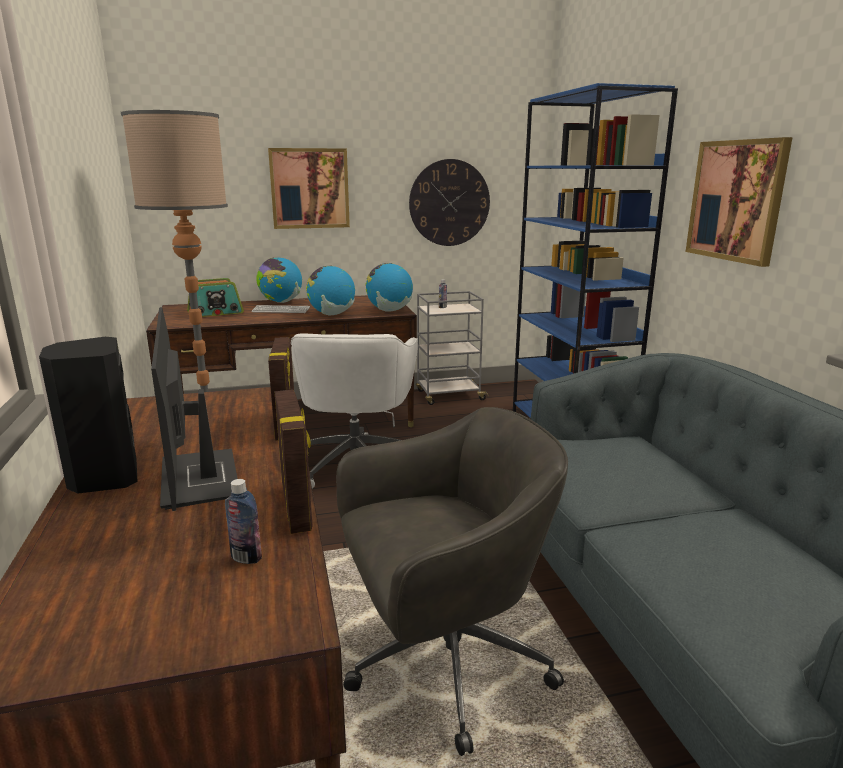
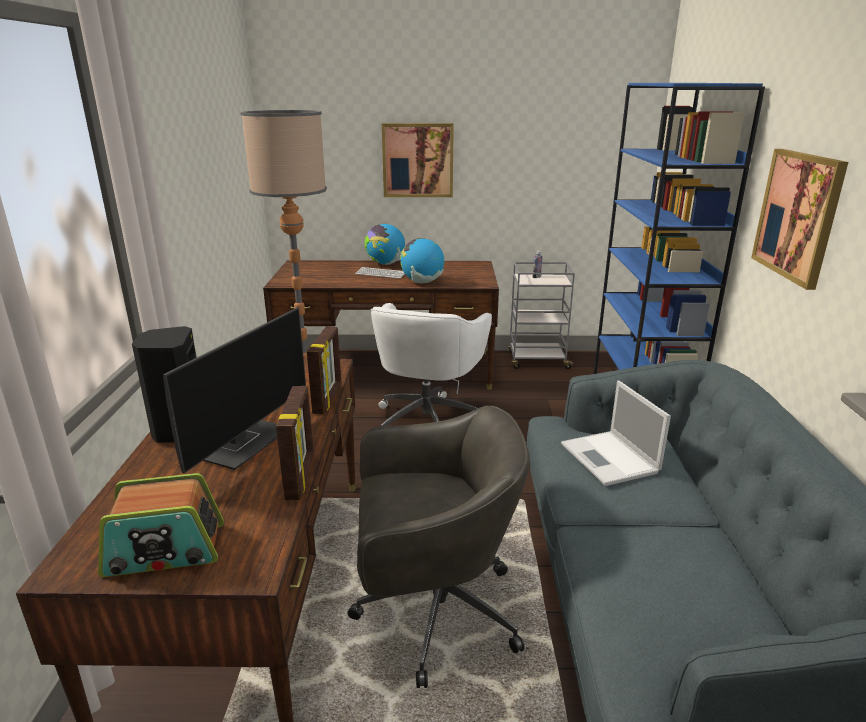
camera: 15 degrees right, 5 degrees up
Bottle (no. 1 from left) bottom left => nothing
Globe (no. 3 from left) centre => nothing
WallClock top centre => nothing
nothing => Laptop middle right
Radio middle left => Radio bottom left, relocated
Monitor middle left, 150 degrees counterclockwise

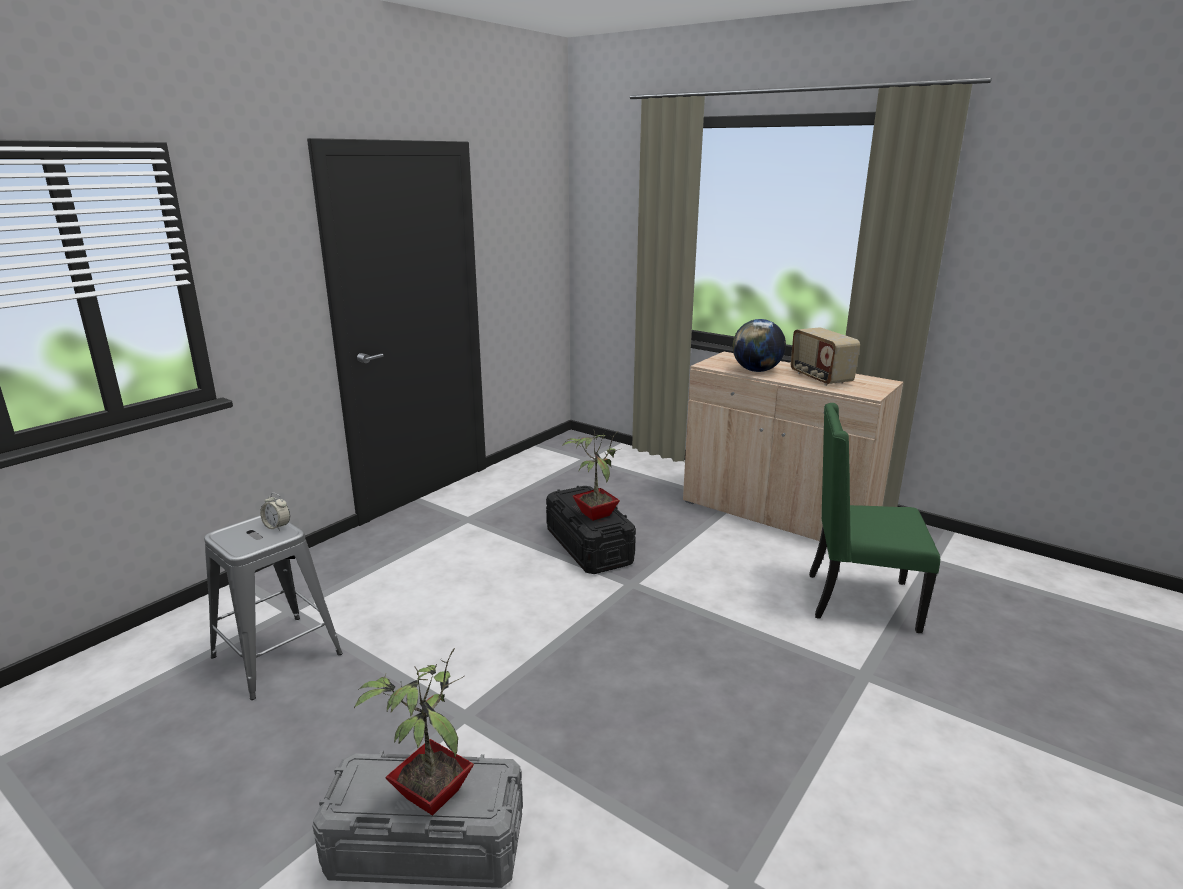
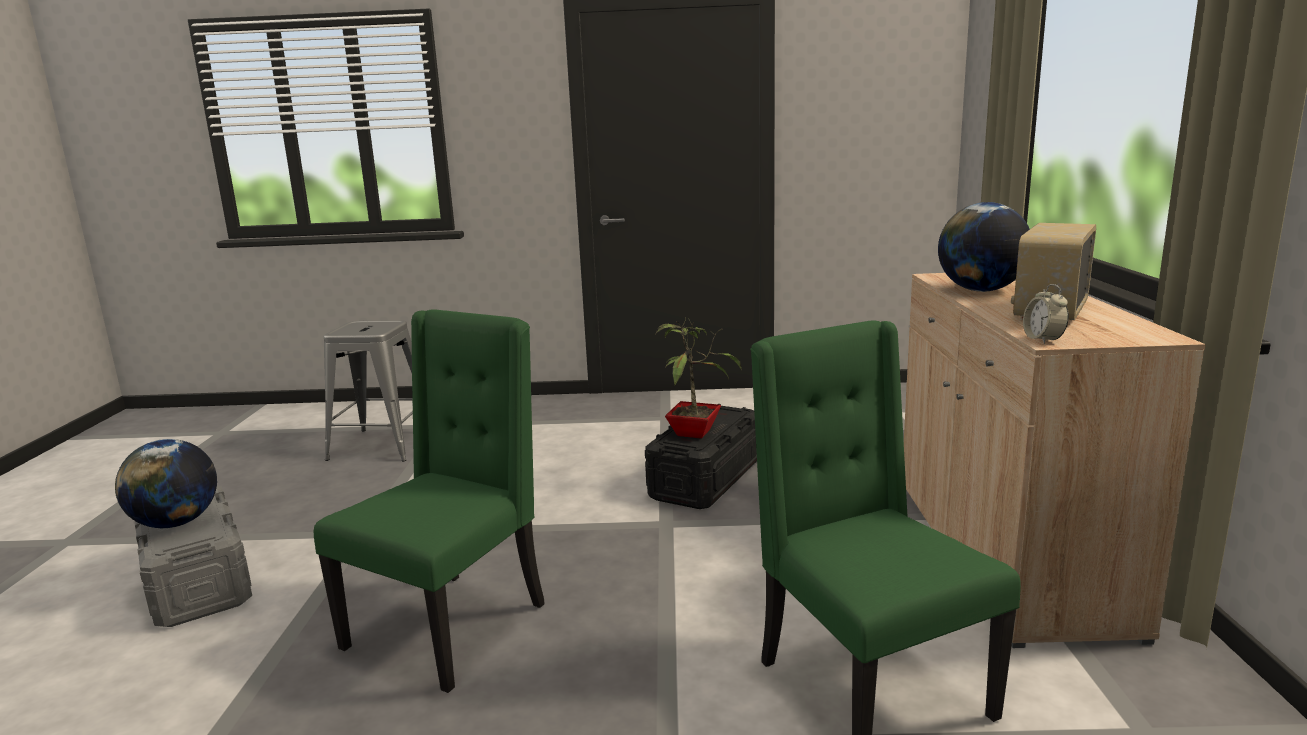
camera: 55 degrees right, 5 degrees down
nothing => GreenChair (no. 1 from left) bottom left
AlarmClock middle left => AlarmClock middle right, relocated
PottedPlant (no. 1 from left) bottom centre => Globe (no. 1 from left) middle left

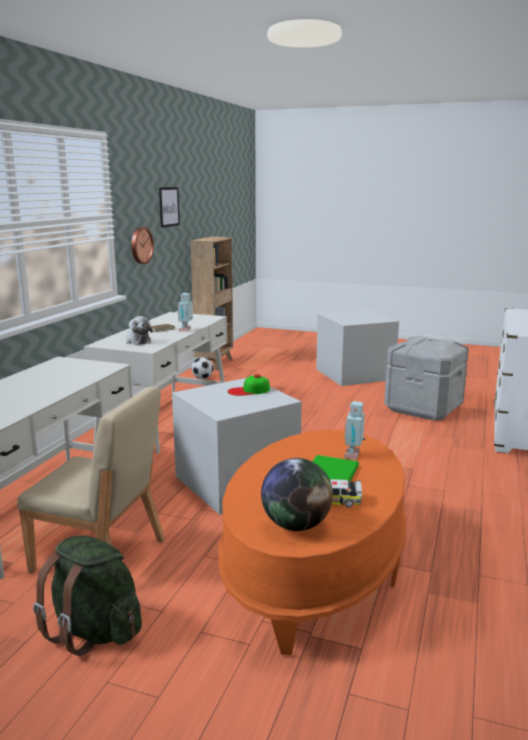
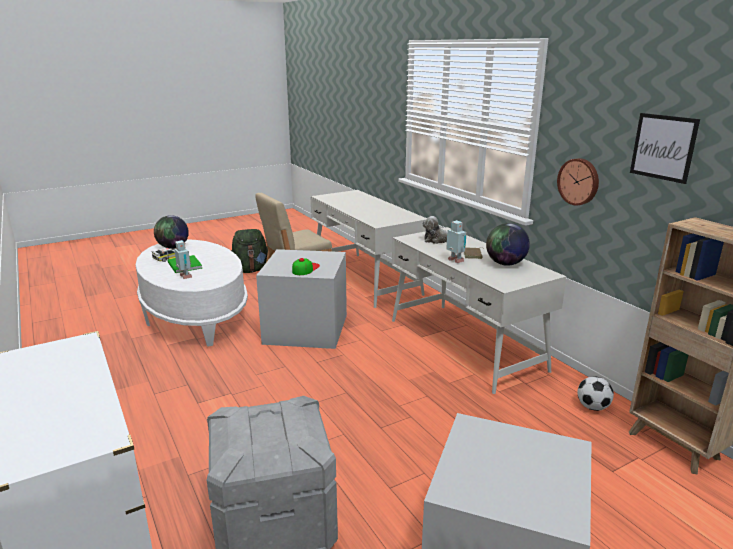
camera: 130 degrees right, 5 degrees up
nothing => Globe (no. 2 from left) middle right
OrangeCoffeeTable bottom centre => WhiteCoffeeTable middle left

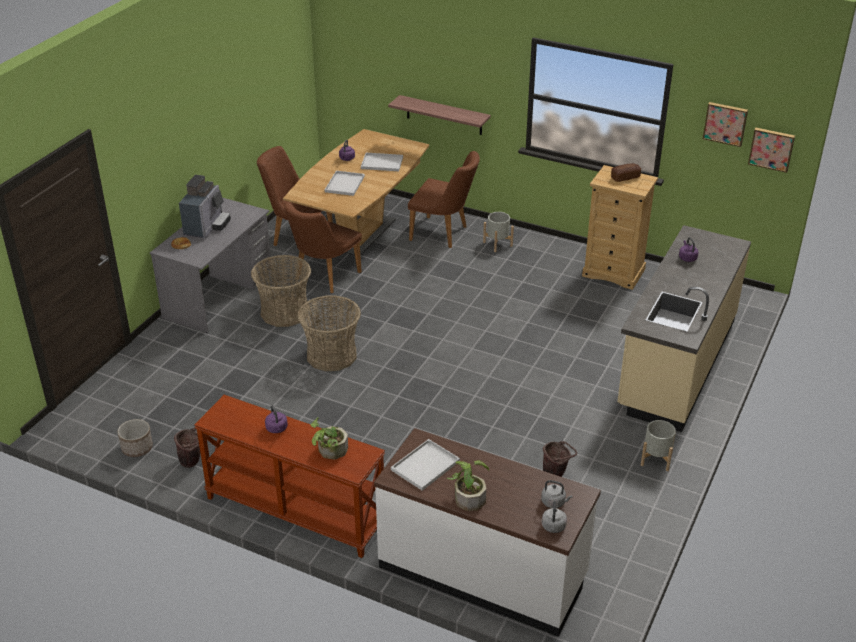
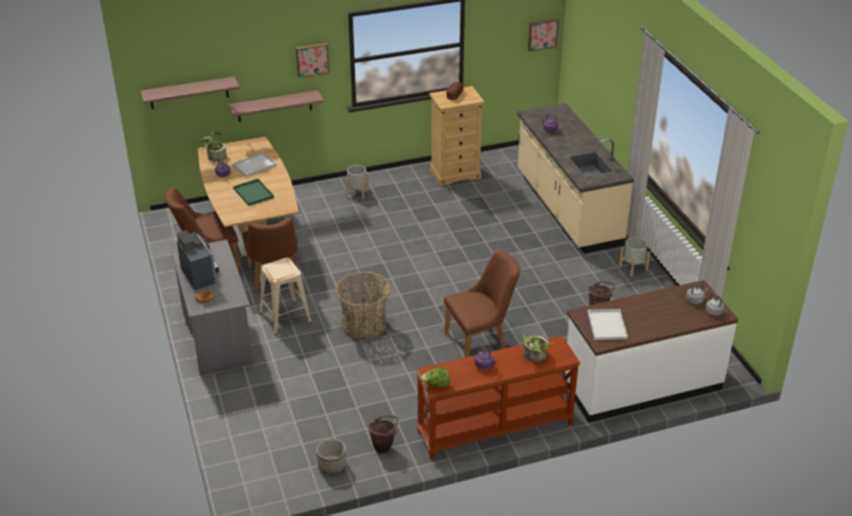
camera: 45 degrees left, 0 degrees up
nothing => Shelf (no. 1 from left) top left
nothing => Lettuce bottom centre
BrownChair (no. 3 from left) top centre => BrownChair (no. 3 from left) centre, relocated
PottedPlant (no. 2 from left in the first image) bottom centre => PottedPlant (no. 1 from left) top left, relocated
Picture (no. 1 from left) top right => Picture (no. 1 from left) top centre, relocated
Basket (no. 1 from left) middle left => BeigeStool centre
WhiteTray (no. 1 from left) top centre => GreenTray middle left

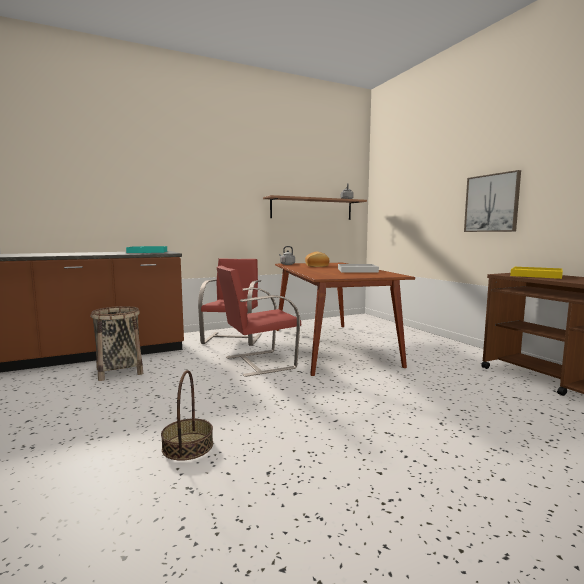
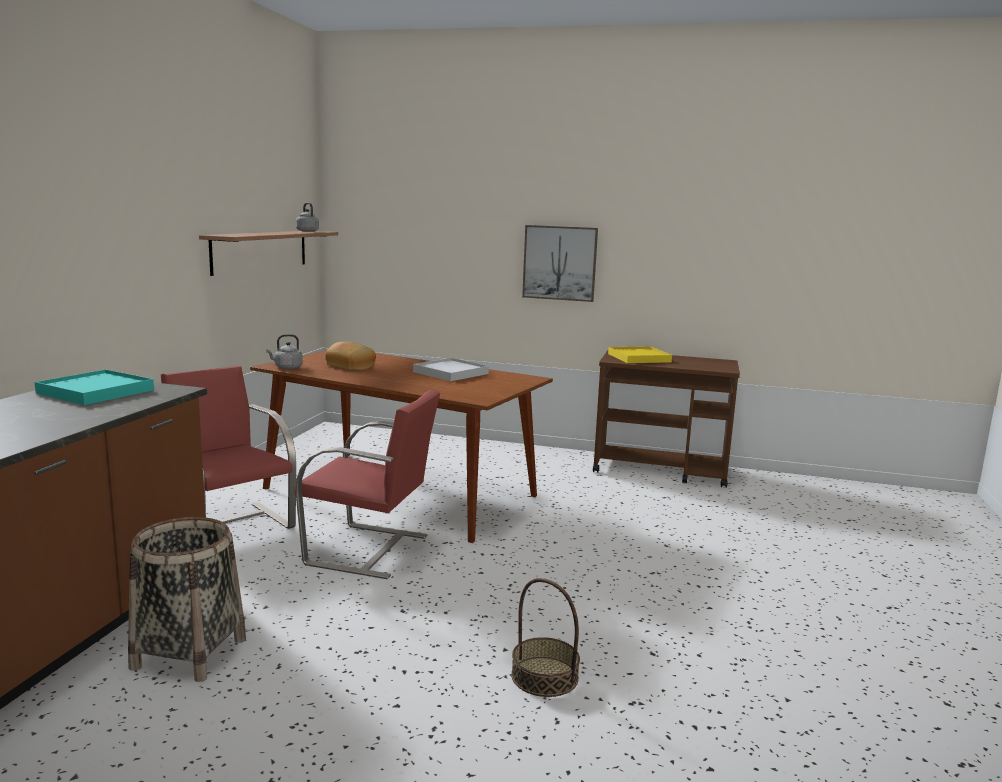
camera: 50 degrees left, 5 degrees up
RedChair (no. 2 from left) centre, 90 degrees counterclockwise

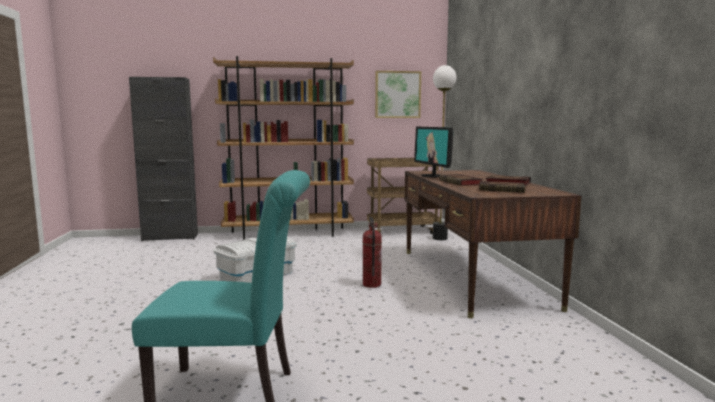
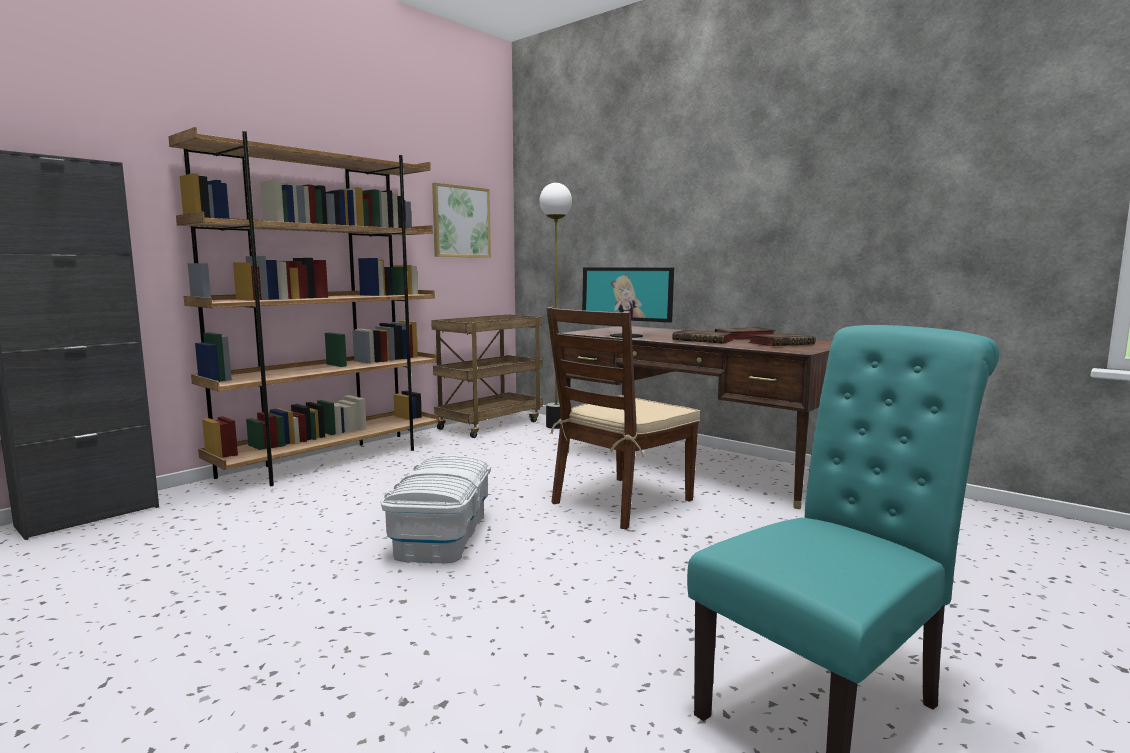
camera: 40 degrees left, 0 degrees up
FireExtinguisher centre => BrownChair centre

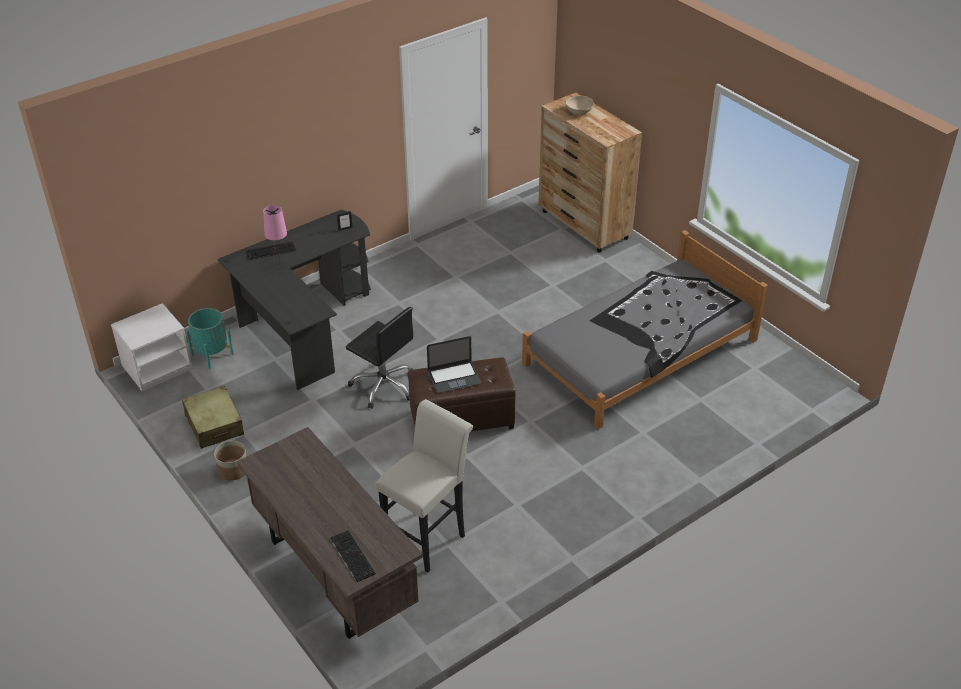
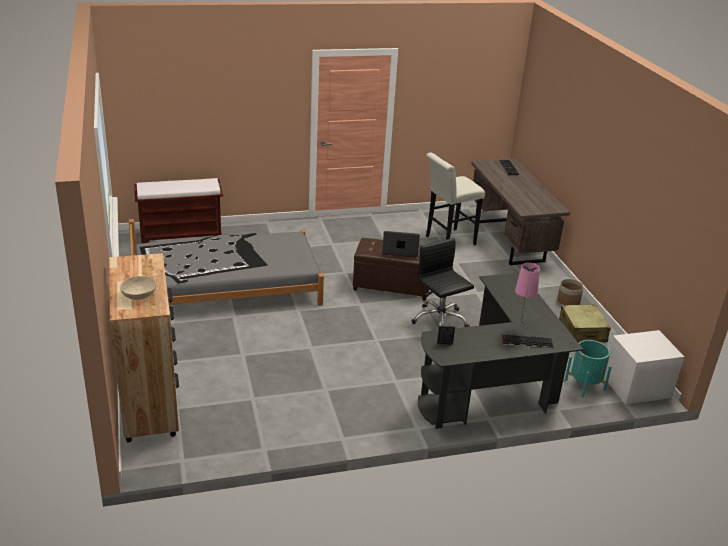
camera: 160 degrees left, 10 degrees down
nothing => BrownBench middle left

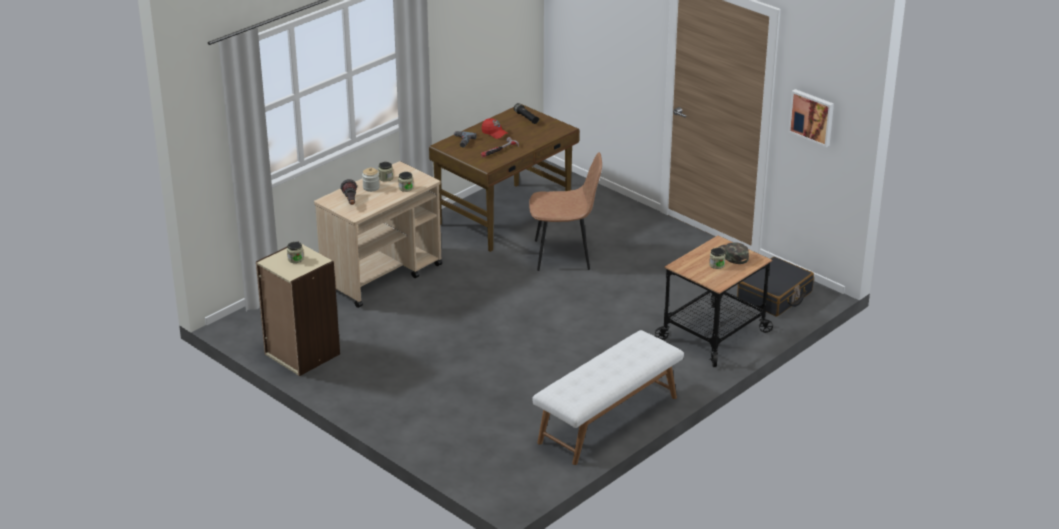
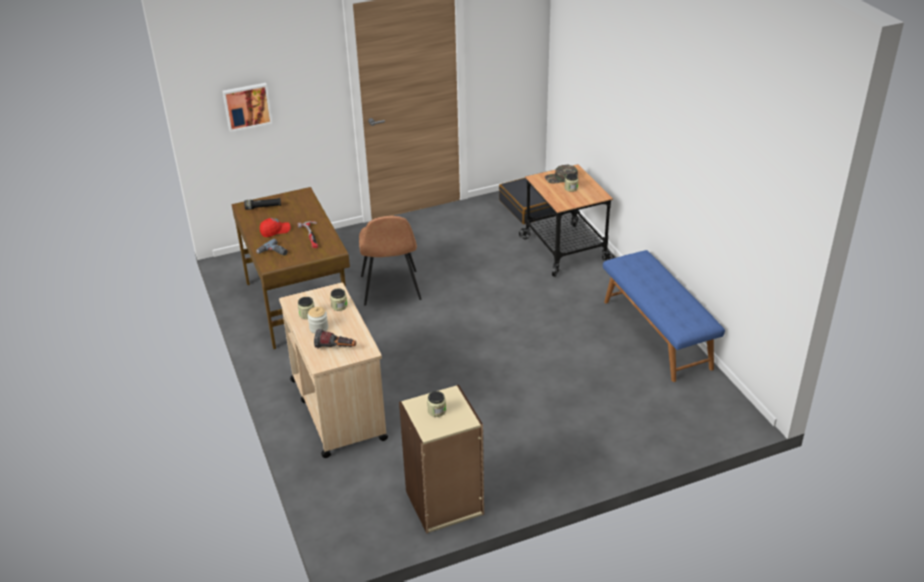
camera: 65 degrees left, 5 degrees up
Picture top right => Picture top left, relocated
WhiteBench bottom centre => BlueBench middle right
BrownChair centre, 150 degrees clockwise

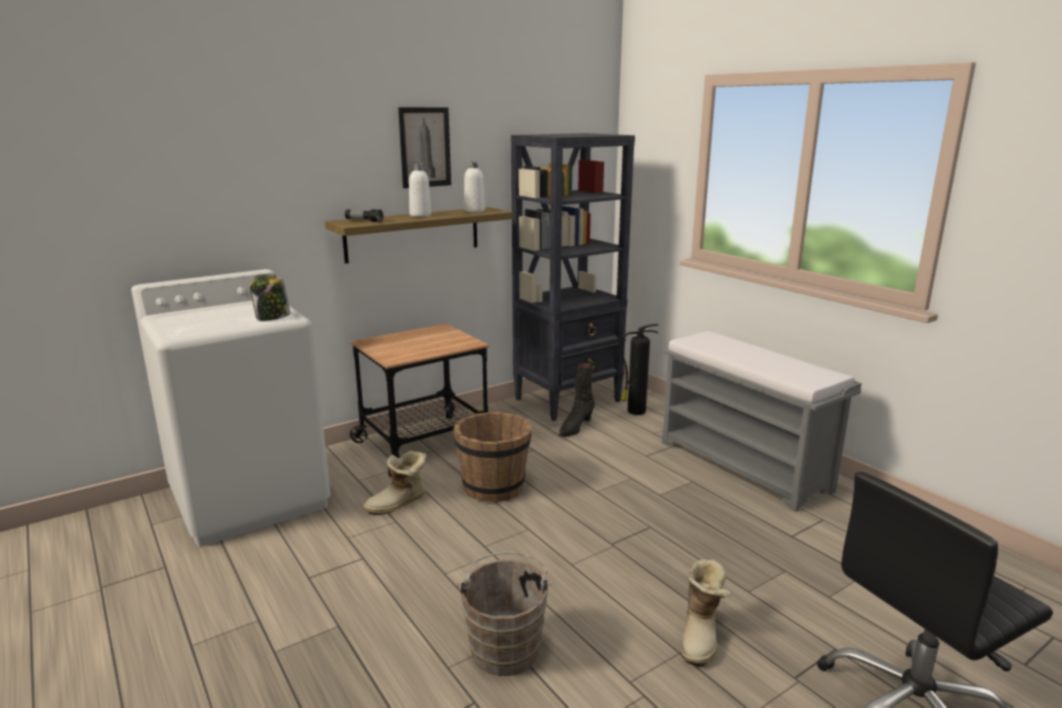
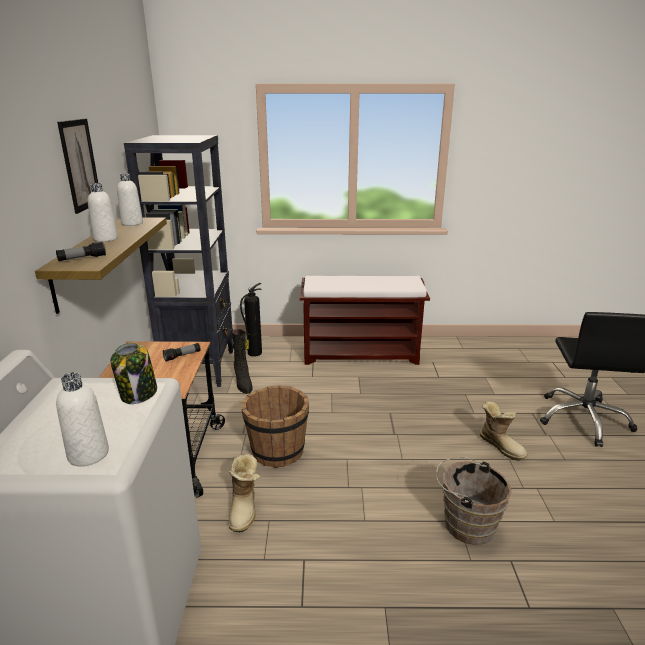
camera: 55 degrees left, 5 degrees up
nothing => WhiteBottle (no. 1 from left) middle left
nothing => Flashlight (no. 2 from left) middle left
GreyBench middle right => BrownBench centre

